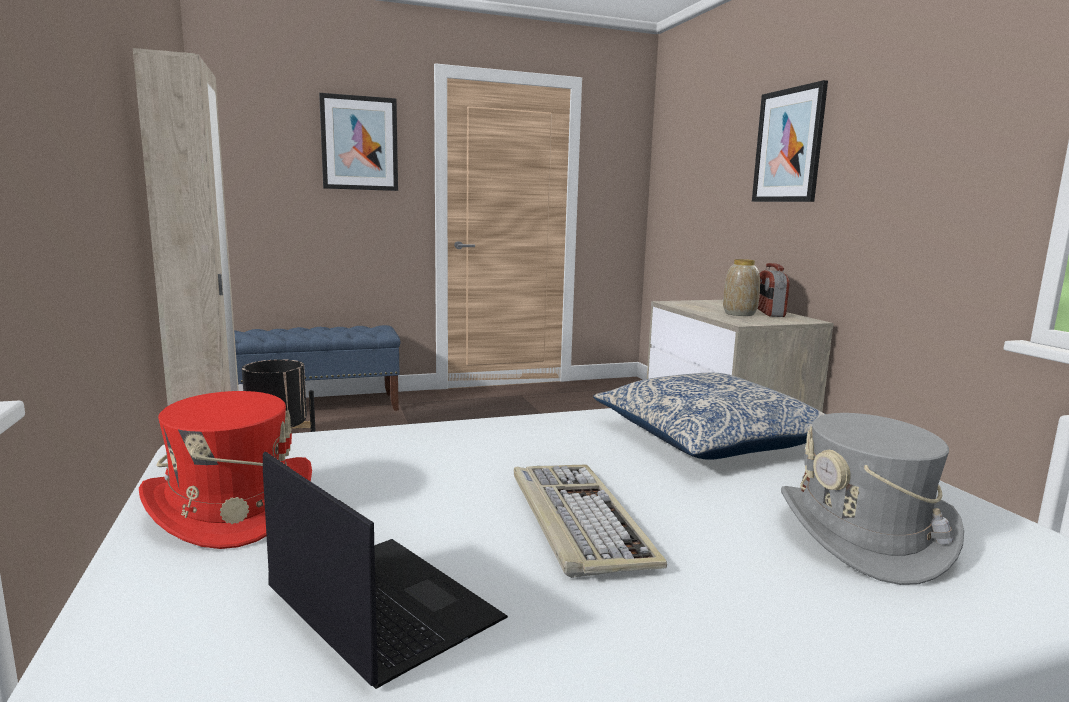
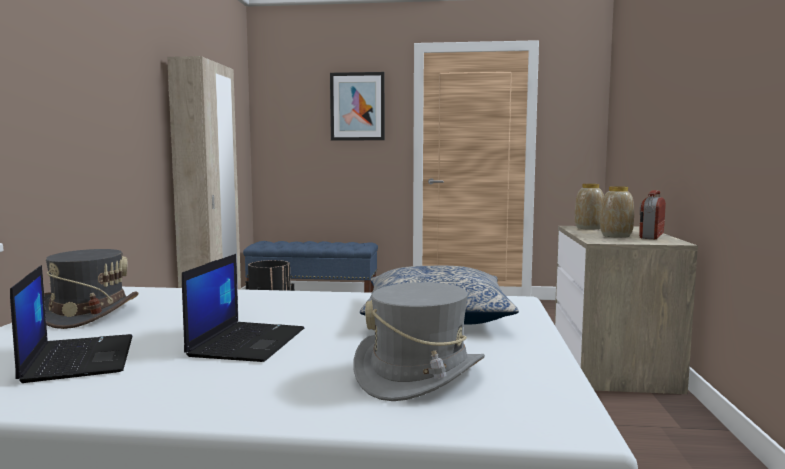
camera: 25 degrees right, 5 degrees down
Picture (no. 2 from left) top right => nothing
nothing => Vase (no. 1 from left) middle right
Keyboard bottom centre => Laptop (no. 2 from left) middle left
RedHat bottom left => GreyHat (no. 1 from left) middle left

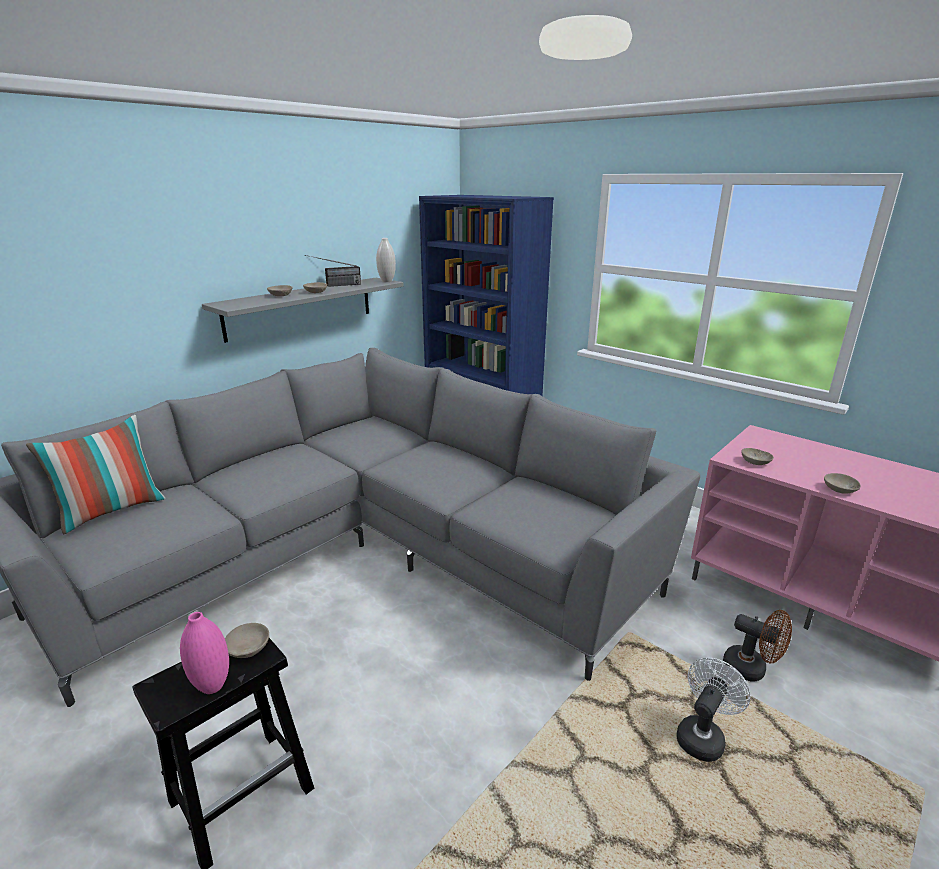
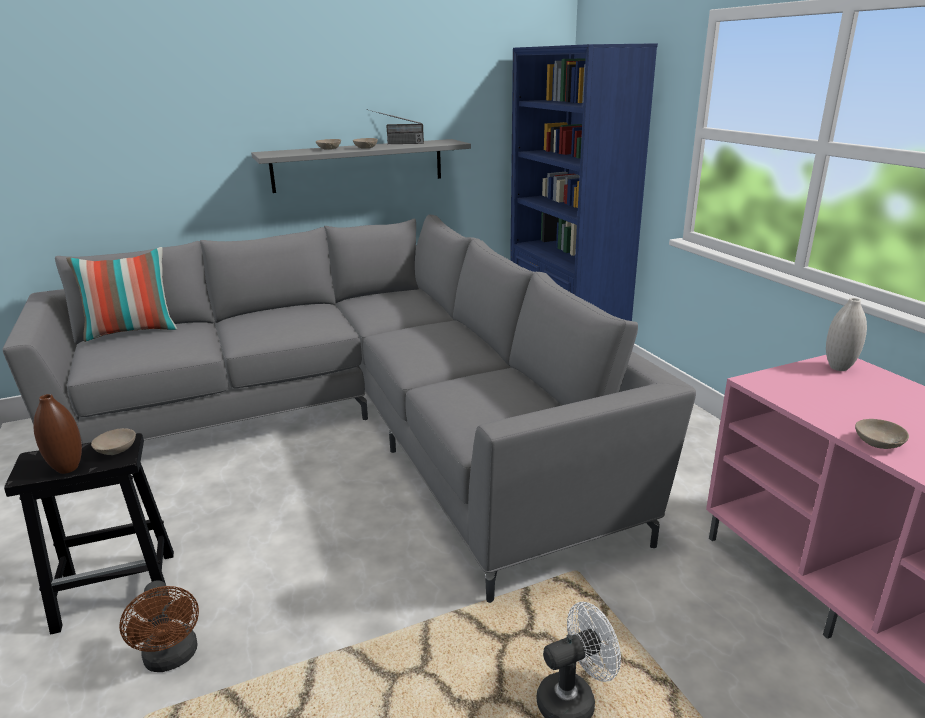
camera: 25 degrees right, 0 degrees up
BeigeBowl (no. 4 from left) middle right => nothing
WhiteVase top centre => WhiteVase middle right, relocated
BrownFan bottom right => BrownFan bottom left, relocated
PinkVase bottom left => BrownVase middle left

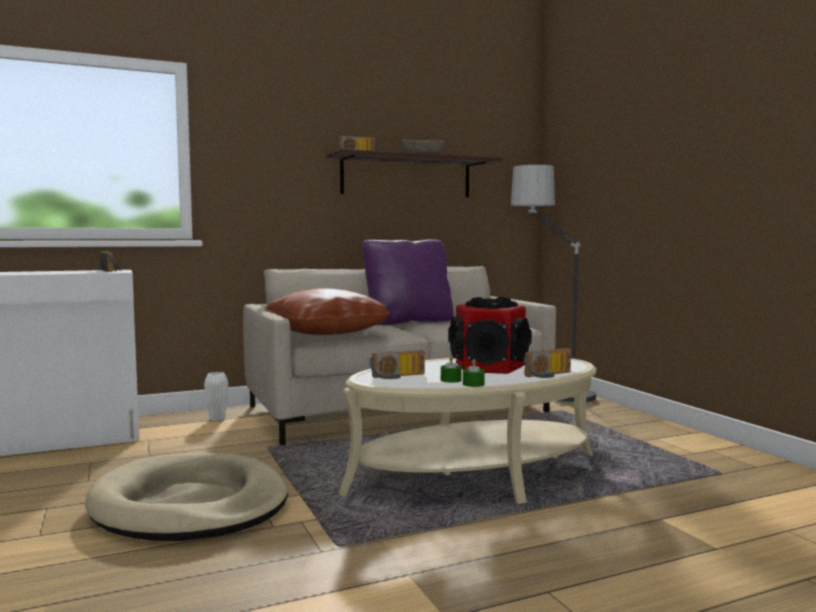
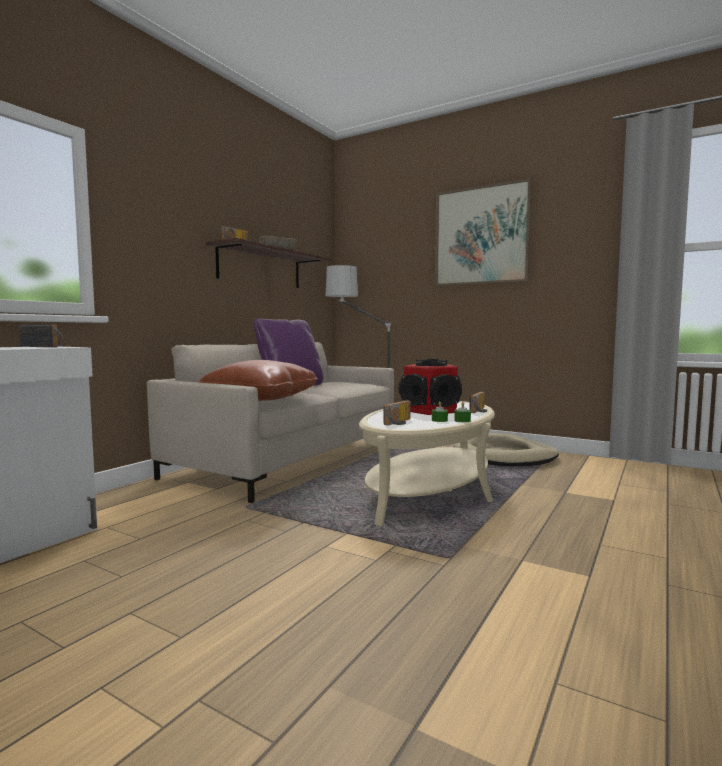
camera: 35 degrees left, 0 degrees up
WhiteVase middle left => nothing
nothing => Picture top right
BeigeDogBed bottom left => BeigeDogBed middle right, relocated

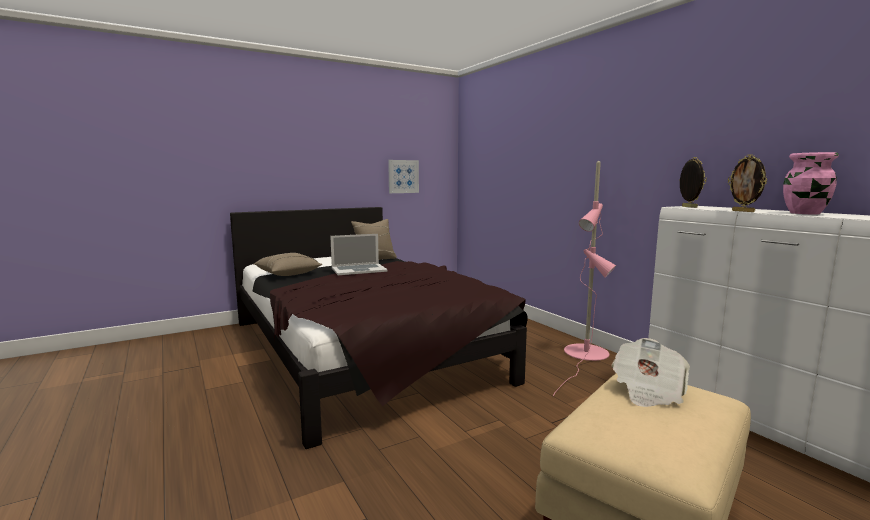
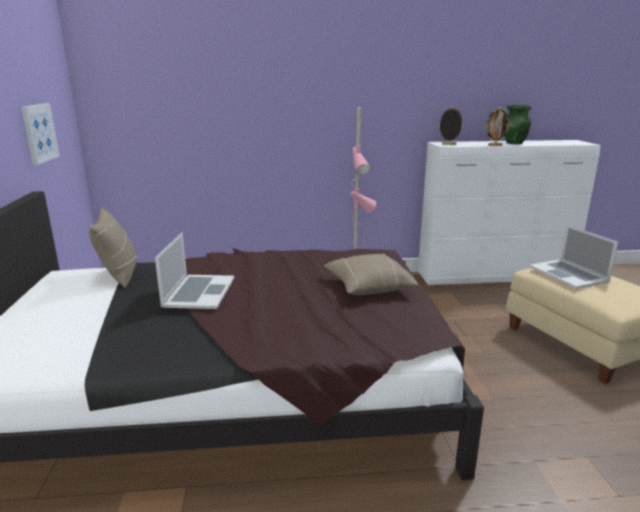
camera: 65 degrees left, 10 degrees up
BeigePillow (no. 1 from left in the first image) middle left => BeigePillow (no. 2 from left) centre, relocated
Newspaper bottom right => Laptop (no. 2 from left) middle right
PinkVase middle right => GreenVase top right

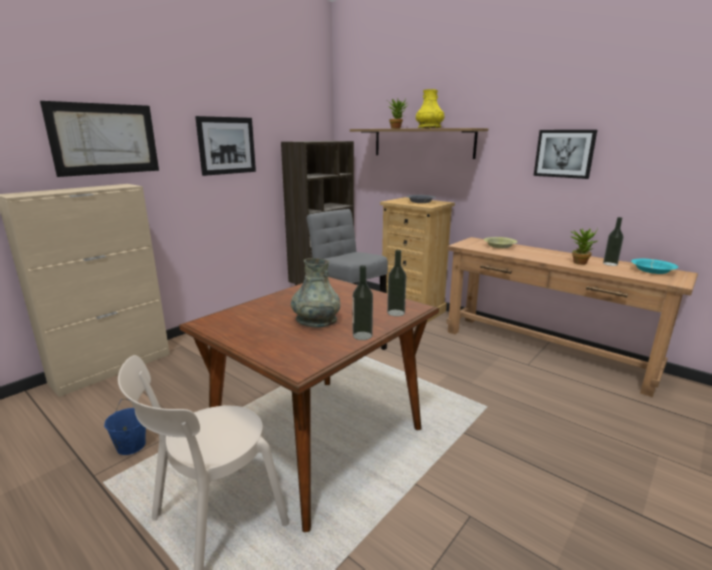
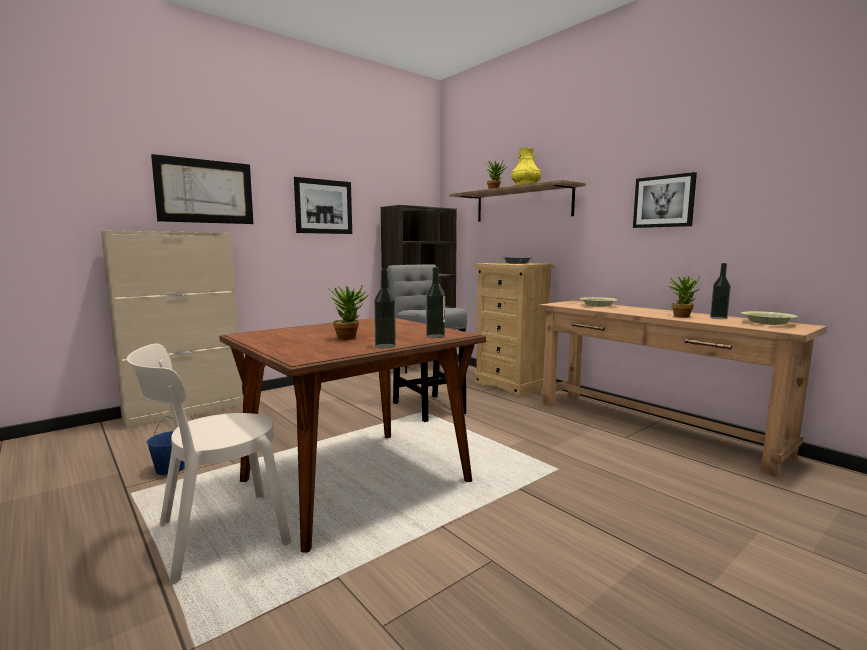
camera: 10 degrees right, 10 degrees down
GreyVase centre => PottedPlant (no. 1 from left) centre
TurquoiseBowl middle right => YellowBowl (no. 2 from left) middle right

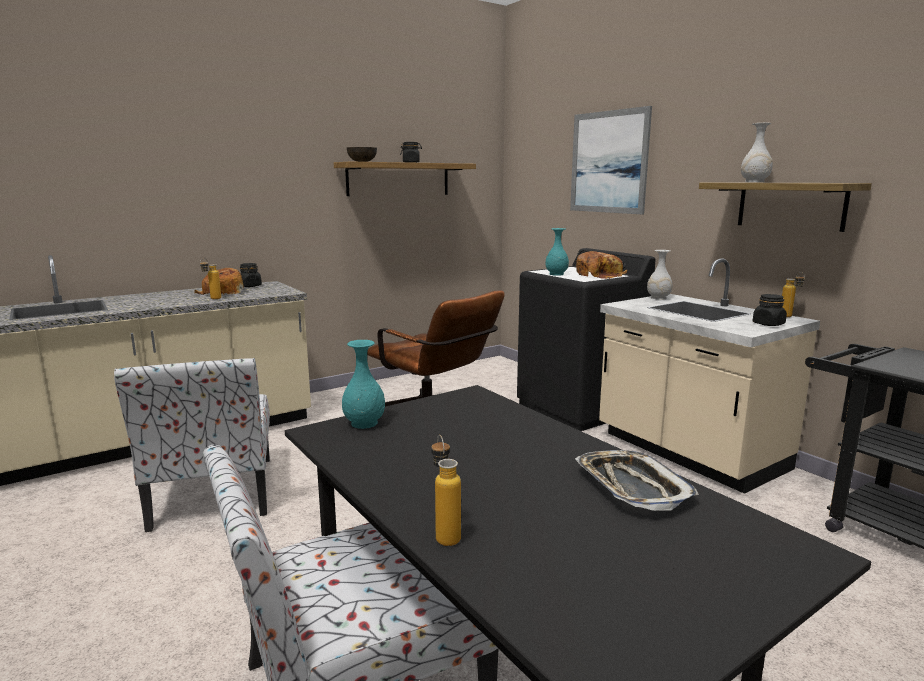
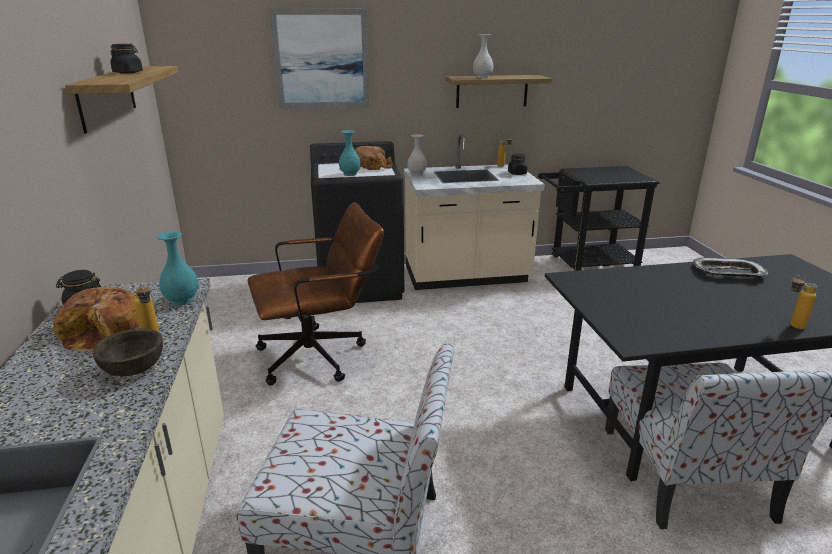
camera: 65 degrees left, 10 degrees up
TurquoiseVase (no. 1 from left) centre => TurquoiseVase (no. 1 from left) middle left, relocated
BrownBowl top centre => BrownBowl middle left, relocated

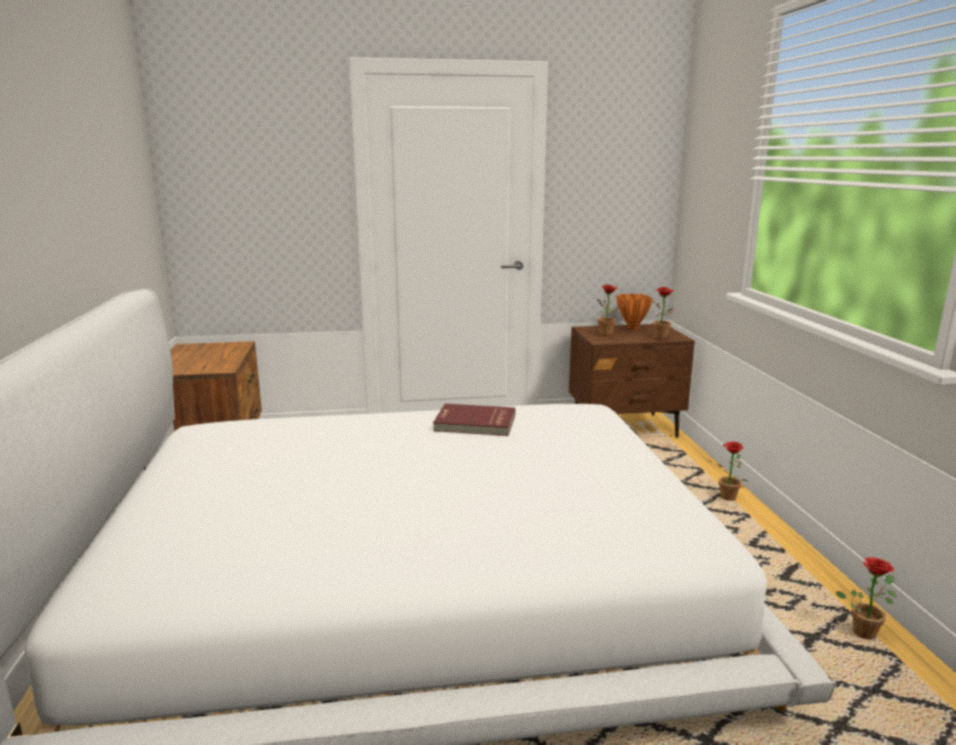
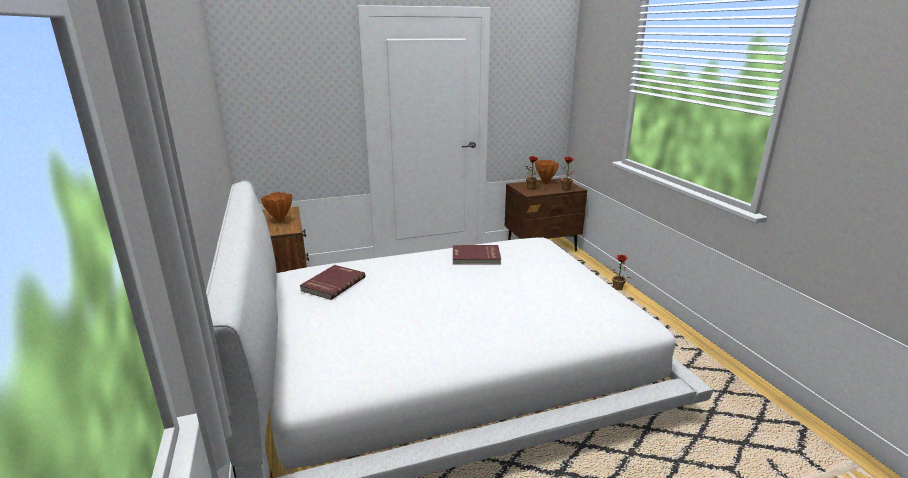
camera: 10 degrees left, 5 degrees up
PottedPlant (no. 4 from left) bottom right => nothing
nothing => OrangeVase (no. 1 from left) middle left
nothing => RedBook (no. 1 from left) centre

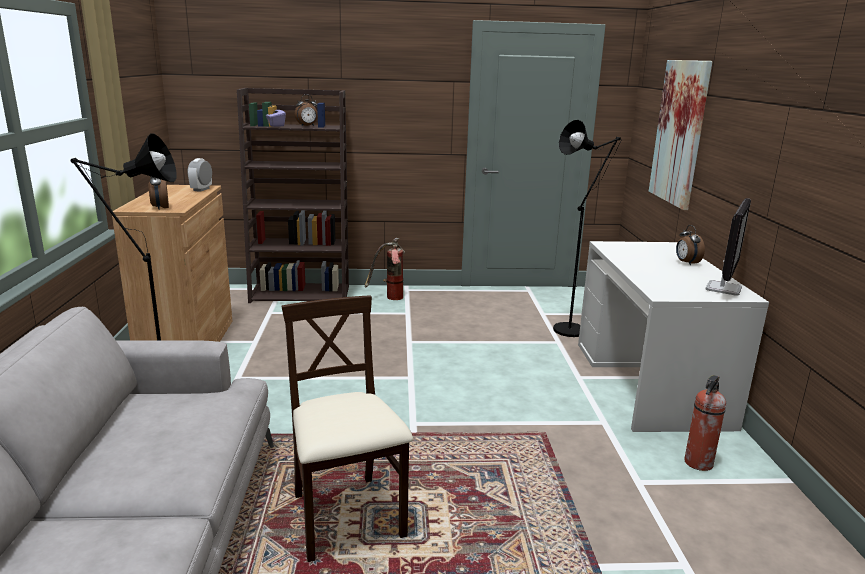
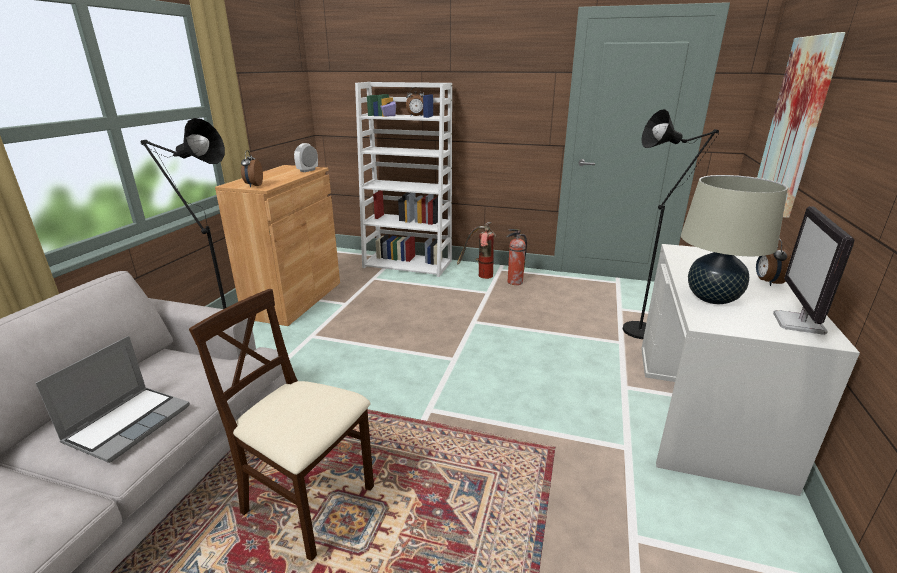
camera: 20 degrees right, 5 degrees up
nothing => Laptop bottom left
nothing => BeigeTableLamp middle right
FireExtinguisher (no. 2 from left) bottom right => FireExtinguisher (no. 2 from left) centre, relocated
BrownBookcase centre => WhiteBookcase top centre
BeigeChair bottom centre => BeigeChair bottom left, 60 degrees counterclockwise
Monitor middle right, 150 degrees clockwise

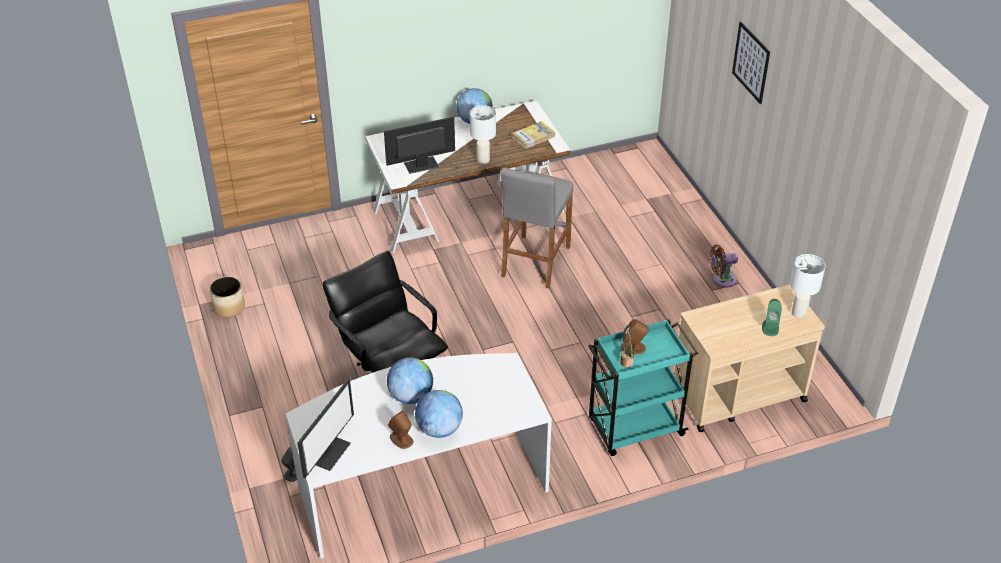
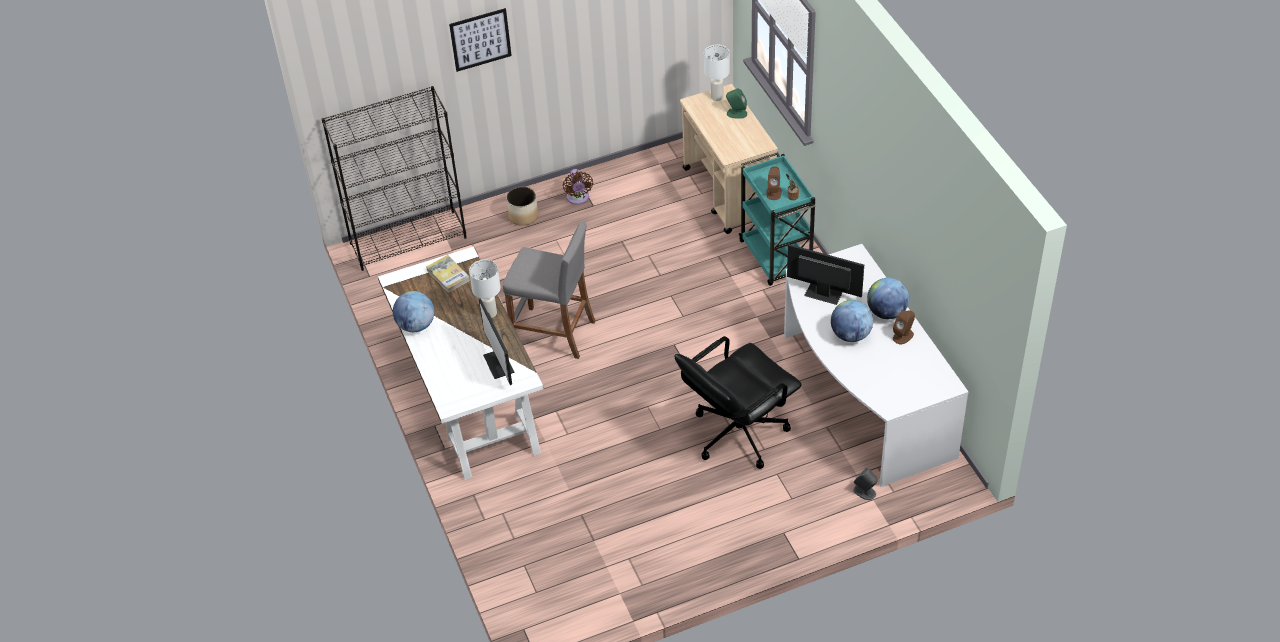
camera: 90 degrees left, 5 degrees up
nothing => BlackBookcase top left
Planter middle left => Planter top centre, relocated
Monitor (no. 1 from left in the first image) bottom left => Monitor (no. 2 from left) centre, relocated

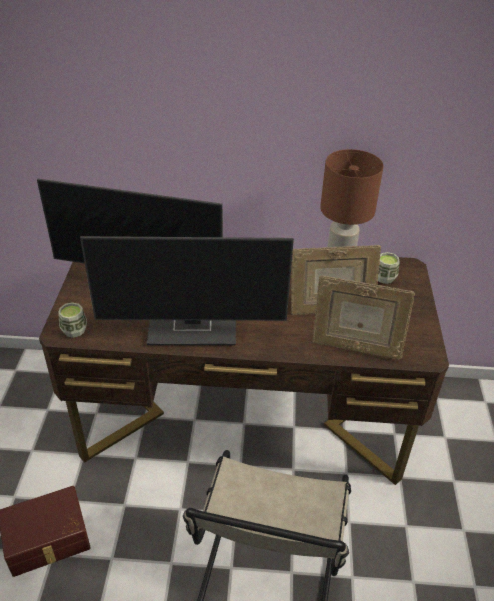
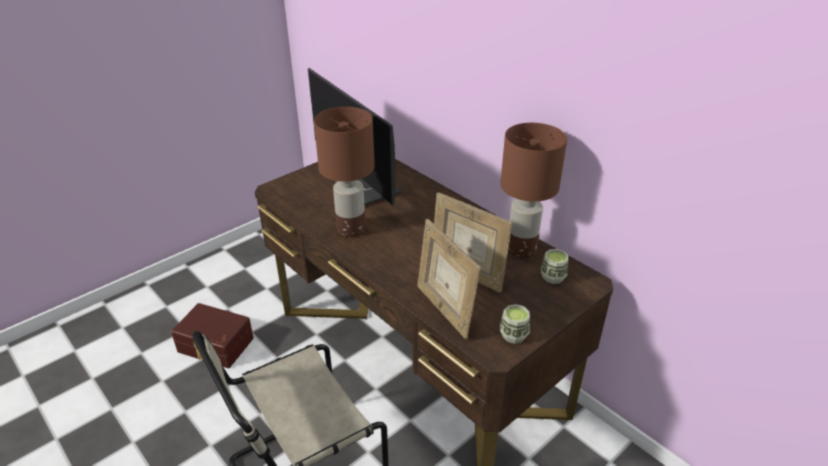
camera: 45 degrees right, 5 degrees down
Cup (no. 1 from left) middle left => Cup (no. 1 from left) bottom centre, relocated
Monitor (no. 2 from left) centre => BrownTableLamp (no. 1 from left) centre

